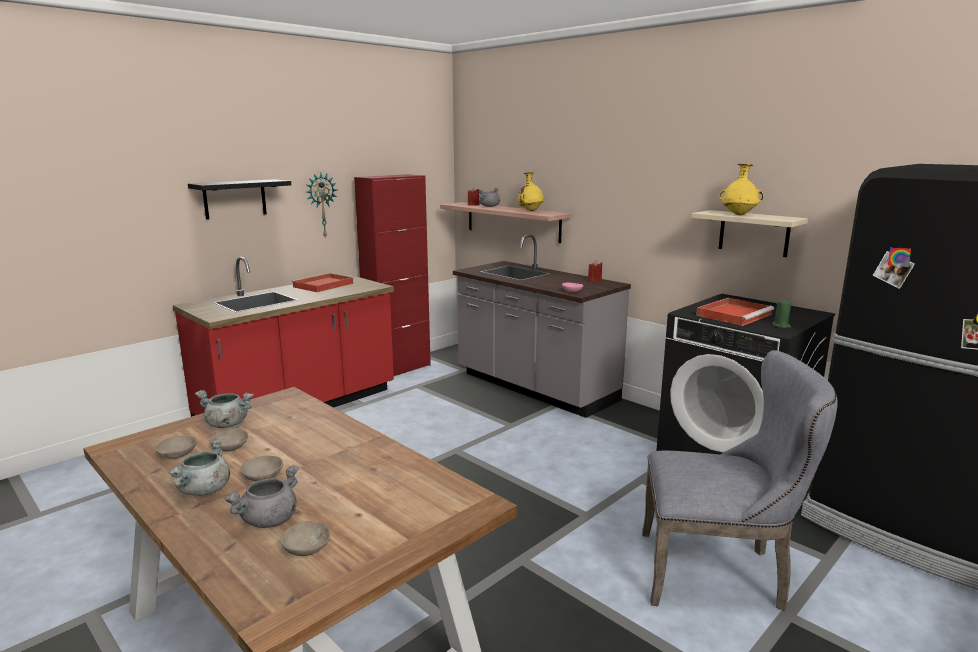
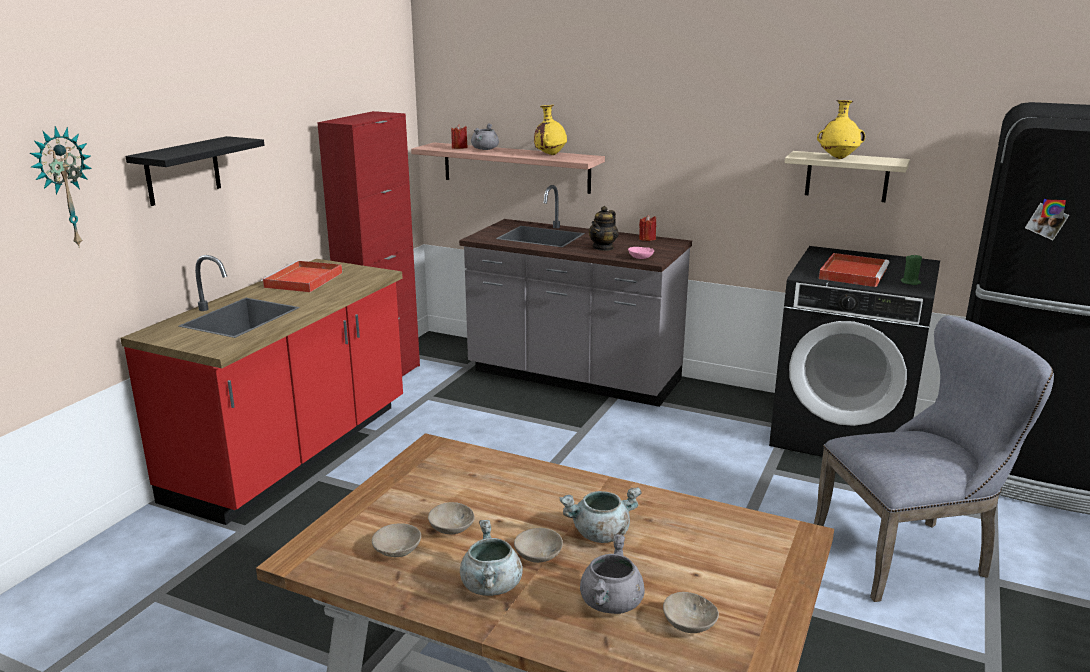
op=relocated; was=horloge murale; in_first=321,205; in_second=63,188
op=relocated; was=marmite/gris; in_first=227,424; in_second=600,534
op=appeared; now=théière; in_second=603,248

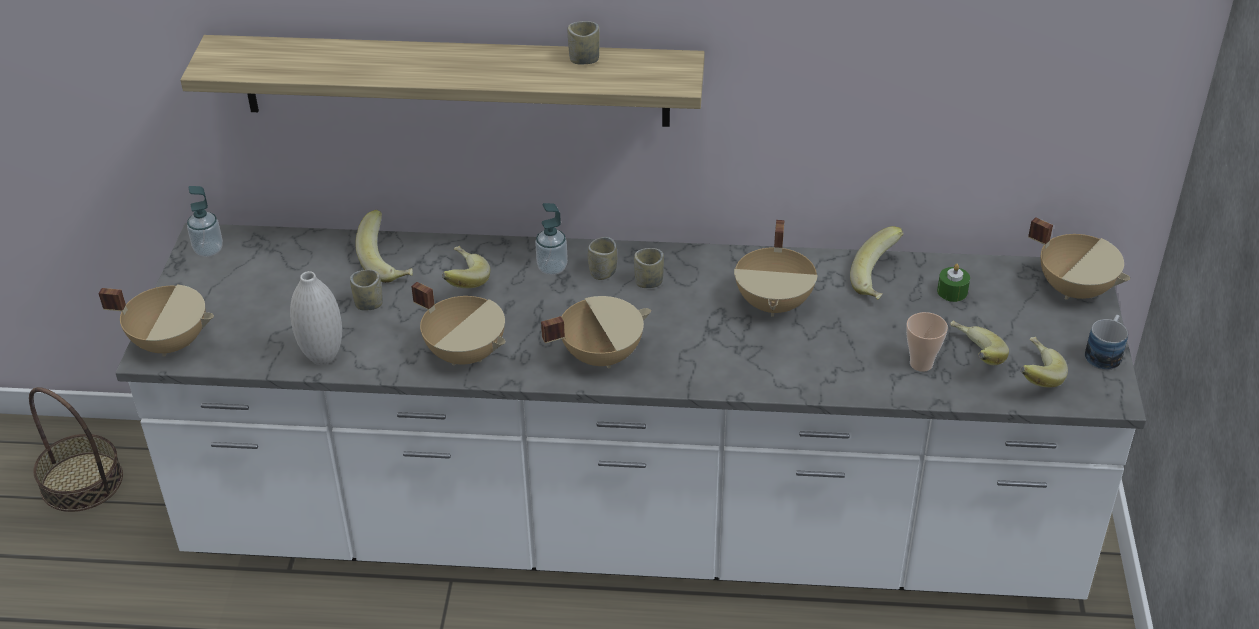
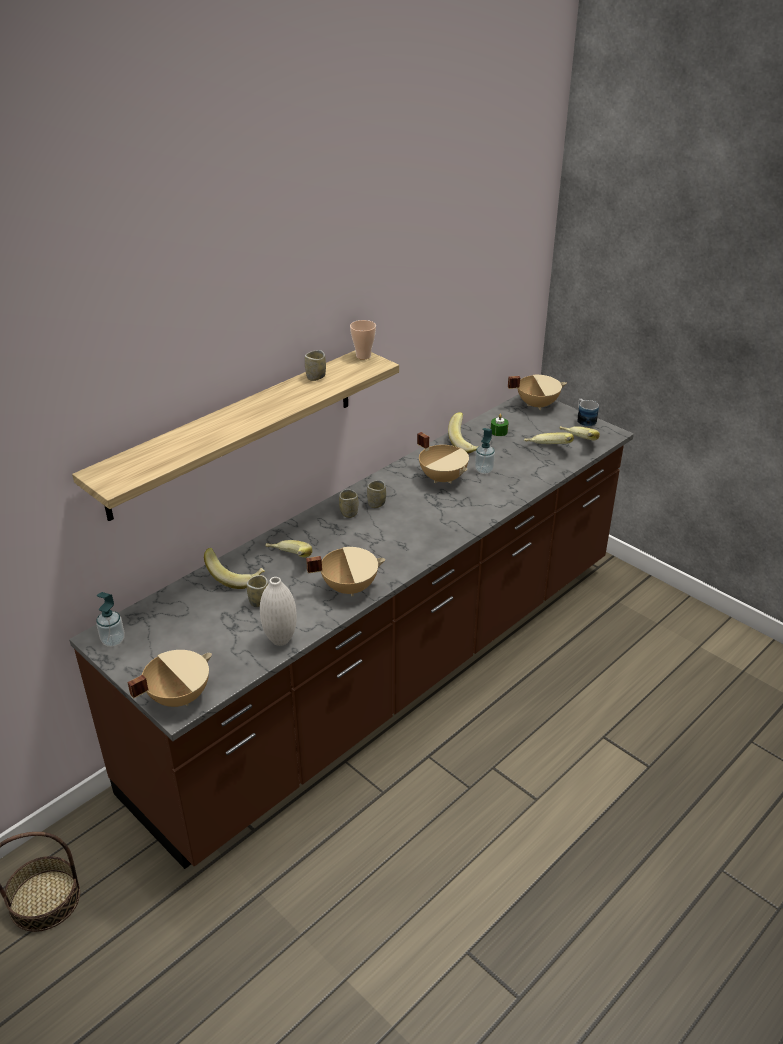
op=relocated; was=distributeur de savon; in_first=552,268; in_second=484,470
op=colour; was=comptoir de cuisine/blanc; now=comptoir de cuisine/marron; in_first=632,527; in_second=391,670
op=missing; was=marmite/beige; in_first=600,355
op=relocated; was=tasse; in_first=921,364; in_second=363,356

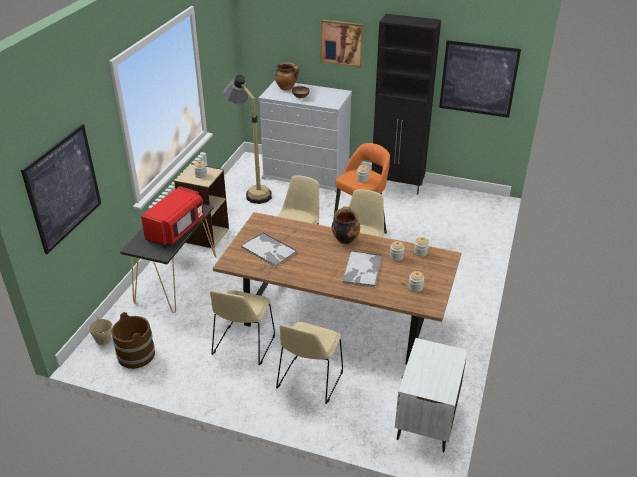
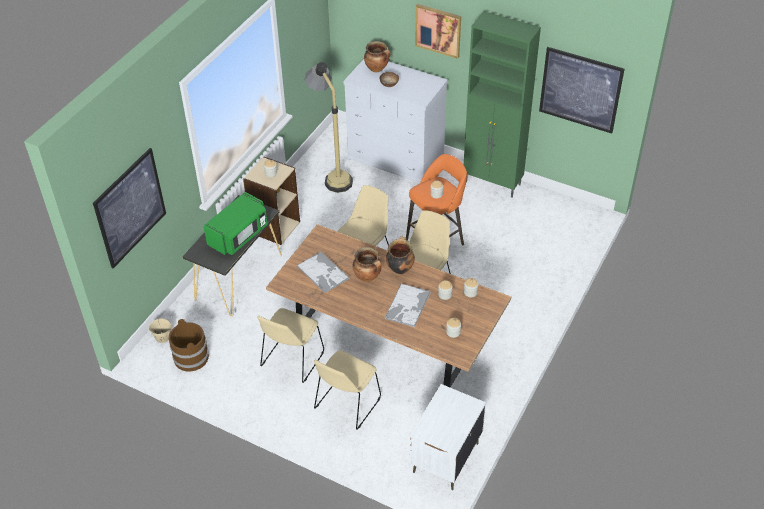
op=colour; was=meuble de rangement/noir; now=meuble de rangement/vert; in_first=398,186; in_second=493,183
op=colour; was=micro-ondes/rouge; now=micro-ondes/vert; in_first=176,229; in_second=239,236
op=appeared; now=marmite; in_second=368,277

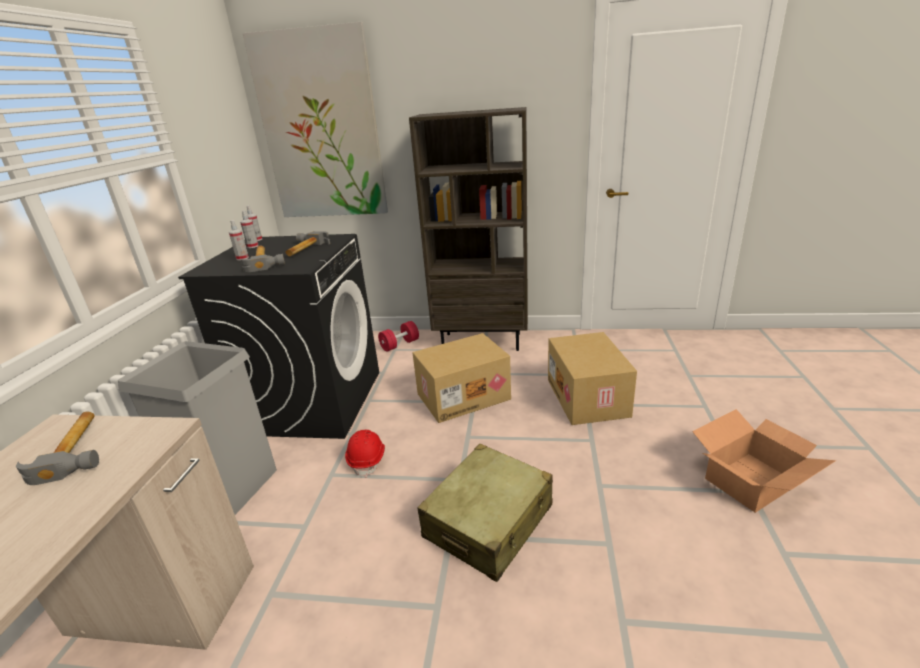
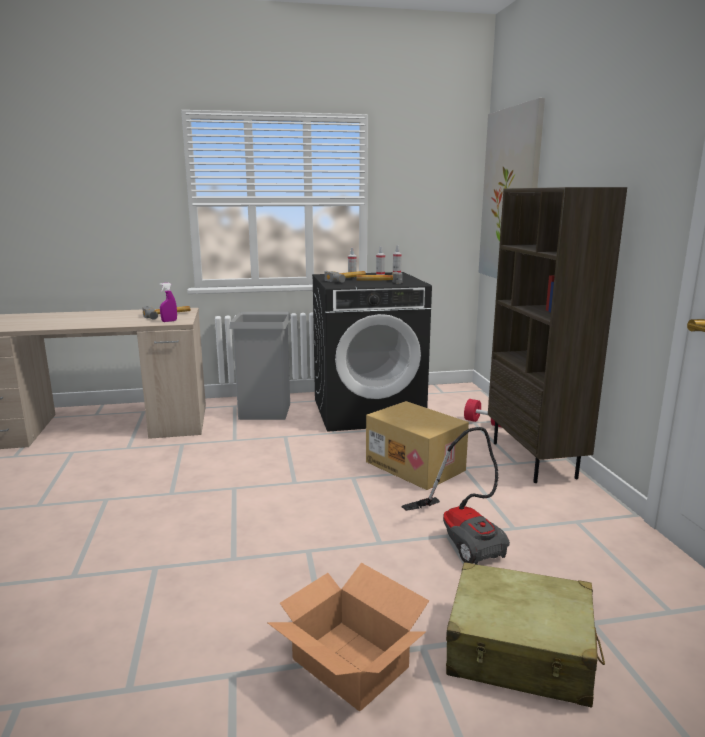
op=exchanged; was=carton; now=aspirateur; in_first=588,398; in_second=463,536
op=missing; was=casque de chantier/rouge; in_first=367,459
op=relocated; was=valise/beige; in_first=489,522; in_second=520,651
op=appeared; now=vaporisateur/violet; in_second=169,321

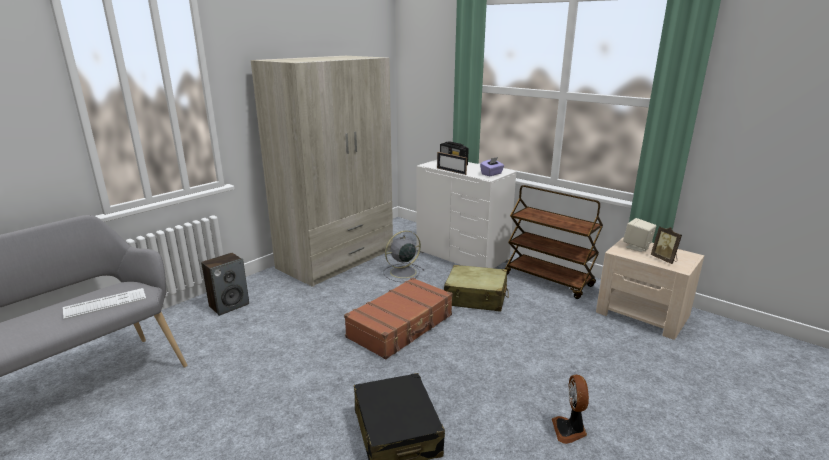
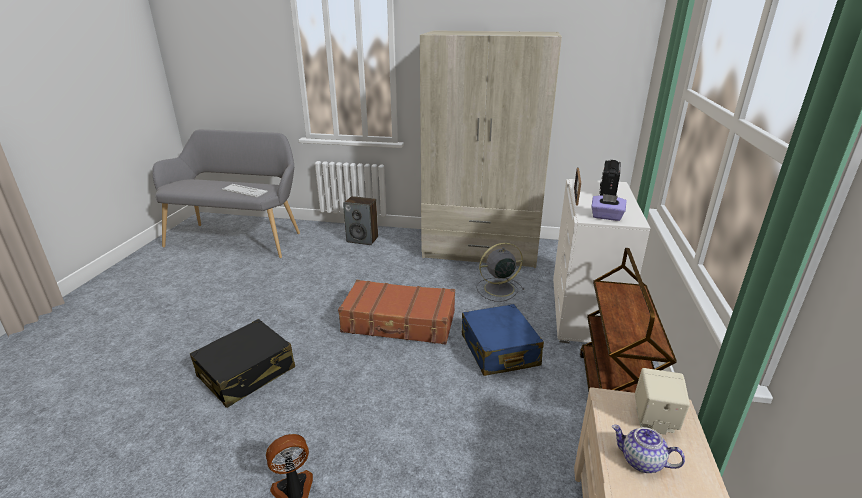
op=exchanged; was=cadre photo; now=théière; in_first=664,259; in_second=641,461
op=spun; was=ventilateur/gris; in_first=402,272; in_second=497,289; clockwise=-45
op=colour; was=valise/beige; now=valise/bleu; in_first=476,297; in_second=499,350

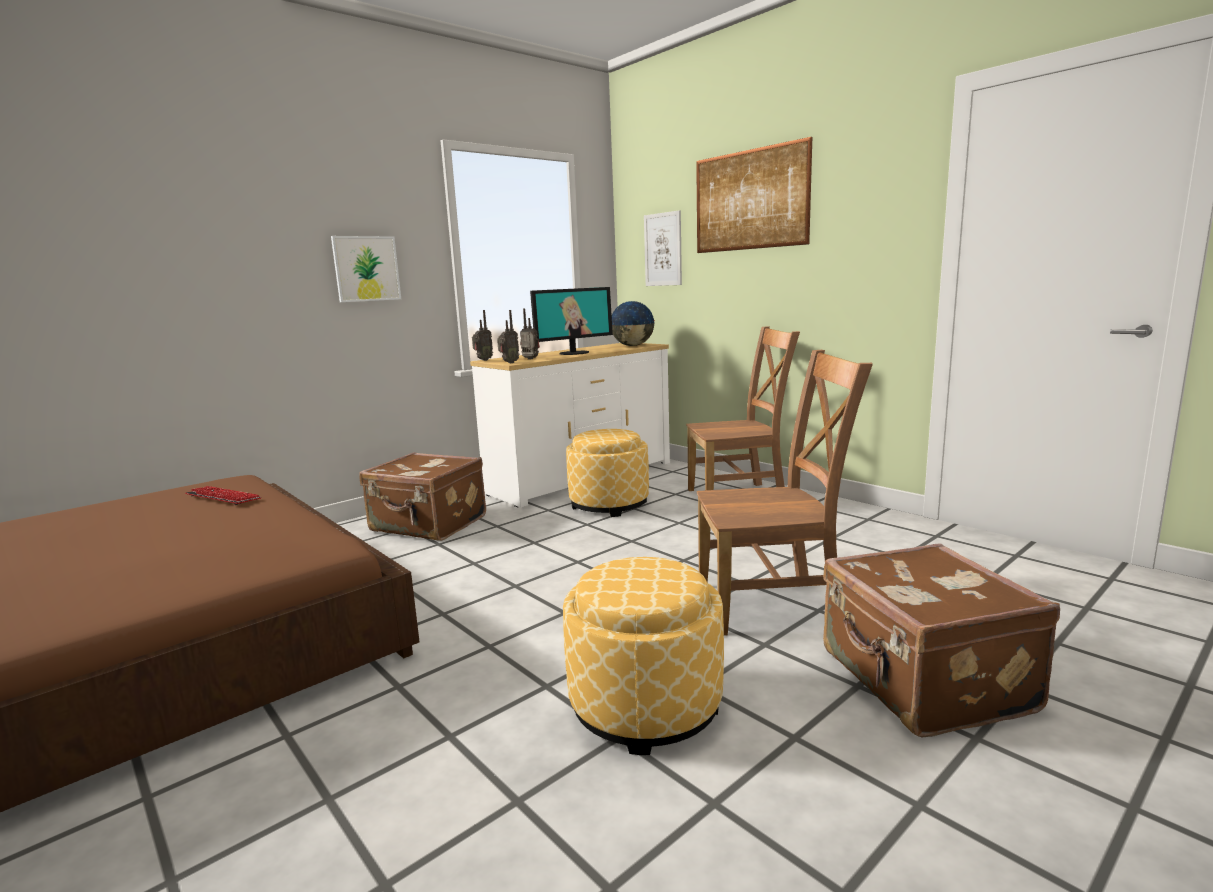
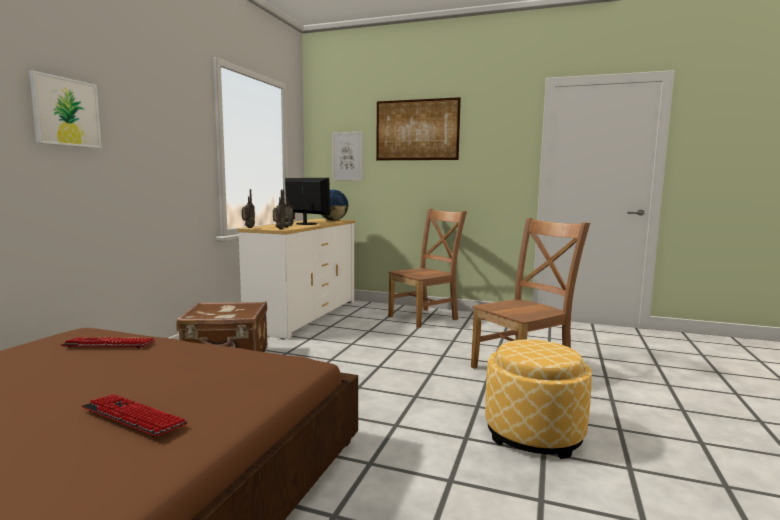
op=relocated; was=tableau; in_first=366,269; in_second=66,112
op=spun; was=écran d'ordinateur; in_first=574,353; in_second=306,224; clockwise=-75
op=missing; was=pouf; in_first=609,504
op=missing; was=valise/marron; in_first=922,682
op=appeared; now=clavier; in_second=133,417

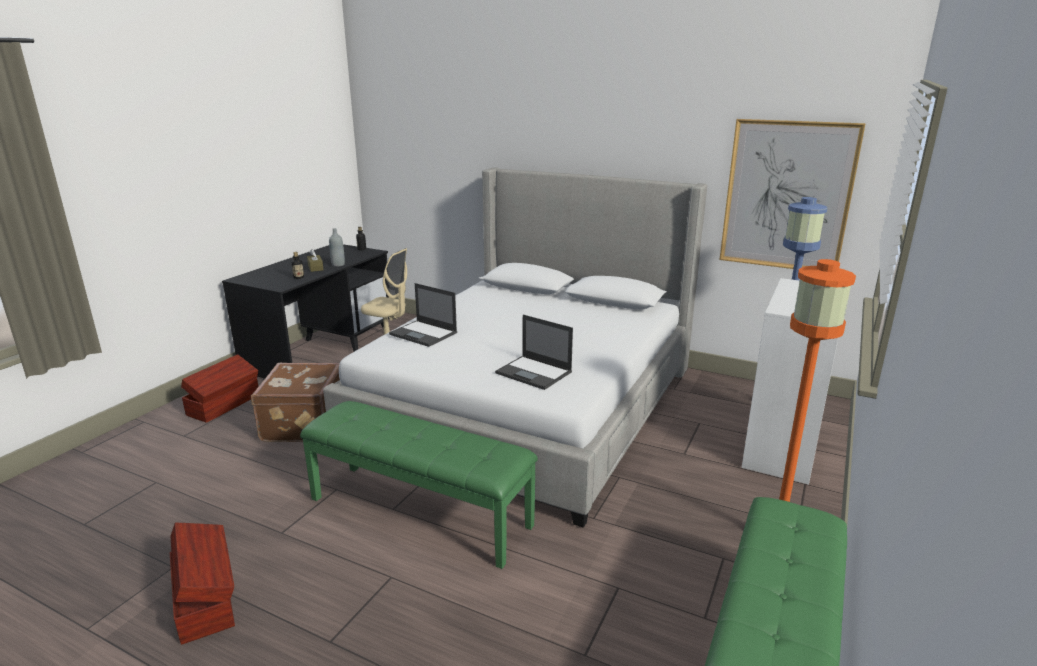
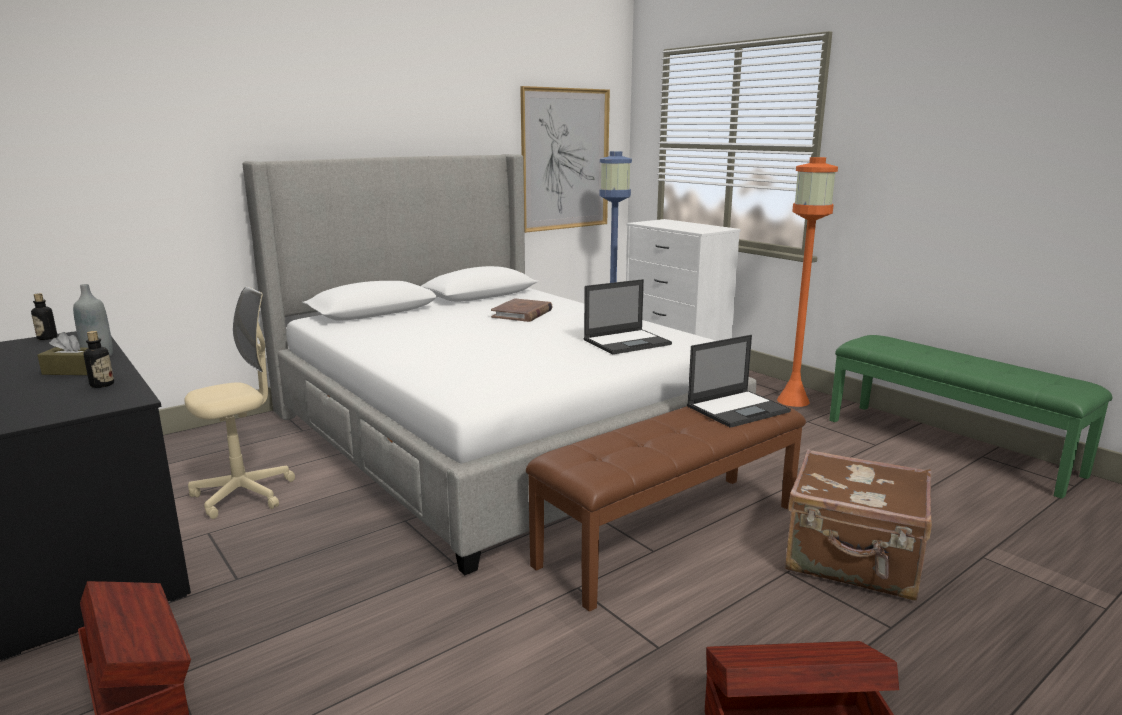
op=relocated; was=ordinateur portable; in_first=424,334; in_second=738,408
op=relocated; was=valise/marron; in_first=302,424; in_second=853,561
op=colour; was=banc/vert; now=banc/marron; in_first=421,511; in_second=670,534
op=appeared; now=livre/marron; in_second=522,313

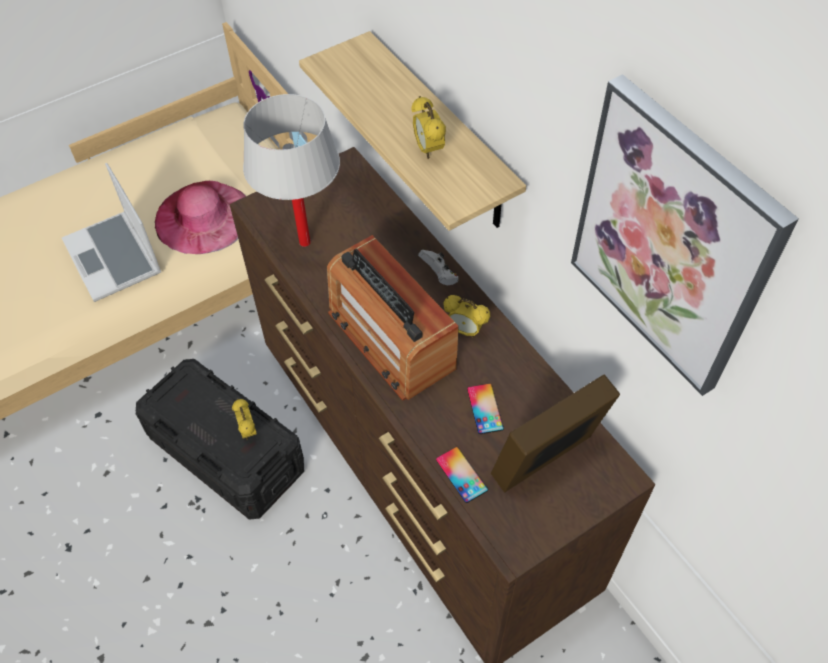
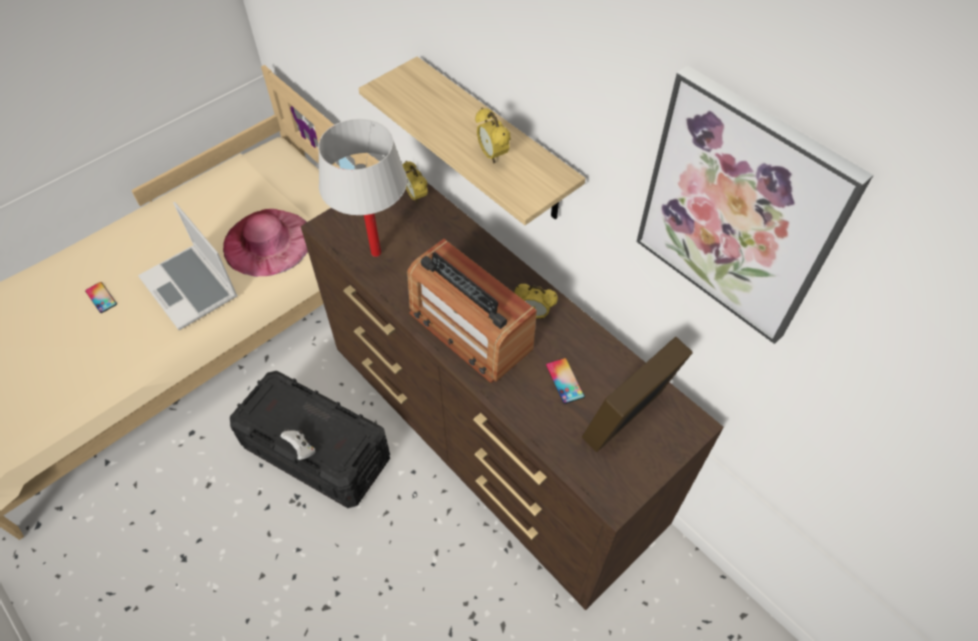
op=relocated; was=manette/blanc; in_first=439,276; in_second=301,448
op=relocated; was=réveil; in_first=248,431; in_second=416,197
op=relocated; was=téléphone; in_first=461,474; in_second=101,297

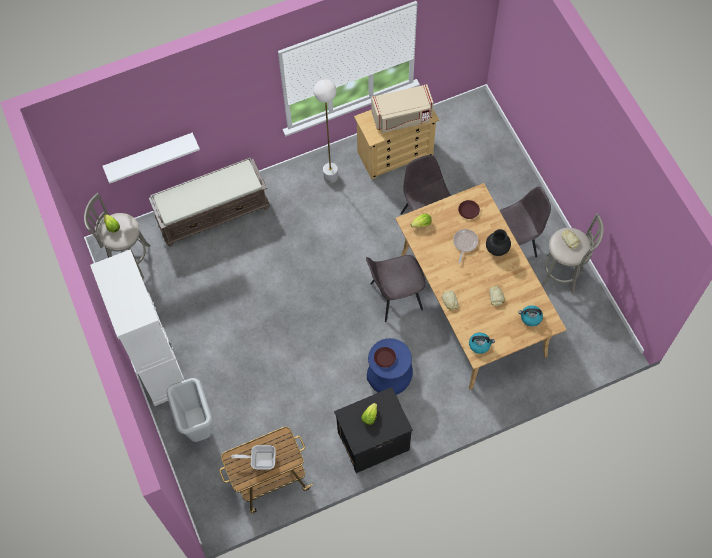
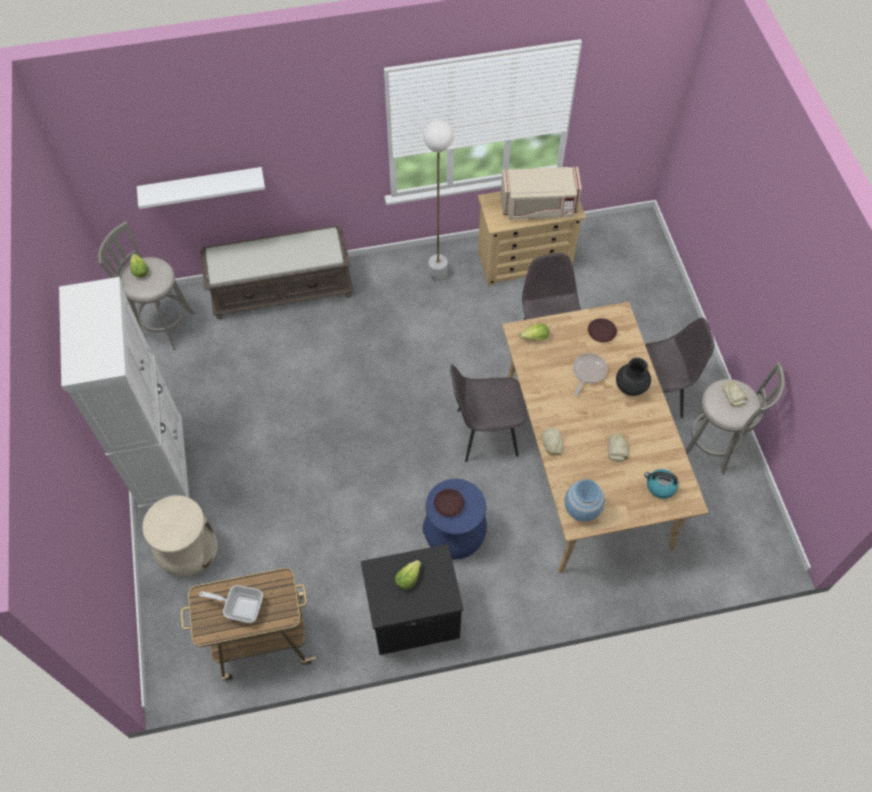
op=exchanged; was=bouilloire; now=vase/bleu; in_first=480,345; in_second=581,509
op=exchanged; was=poubelle/gris; now=tabouret/beige; in_first=198,427; in_second=187,549

